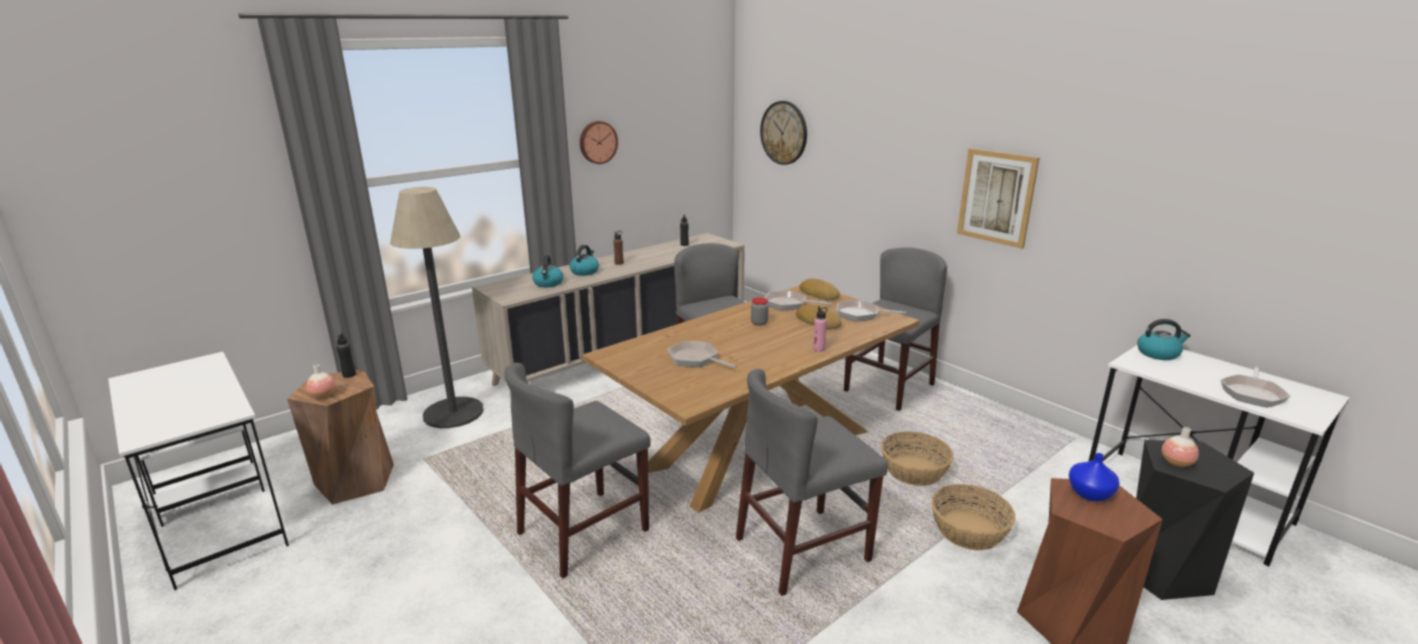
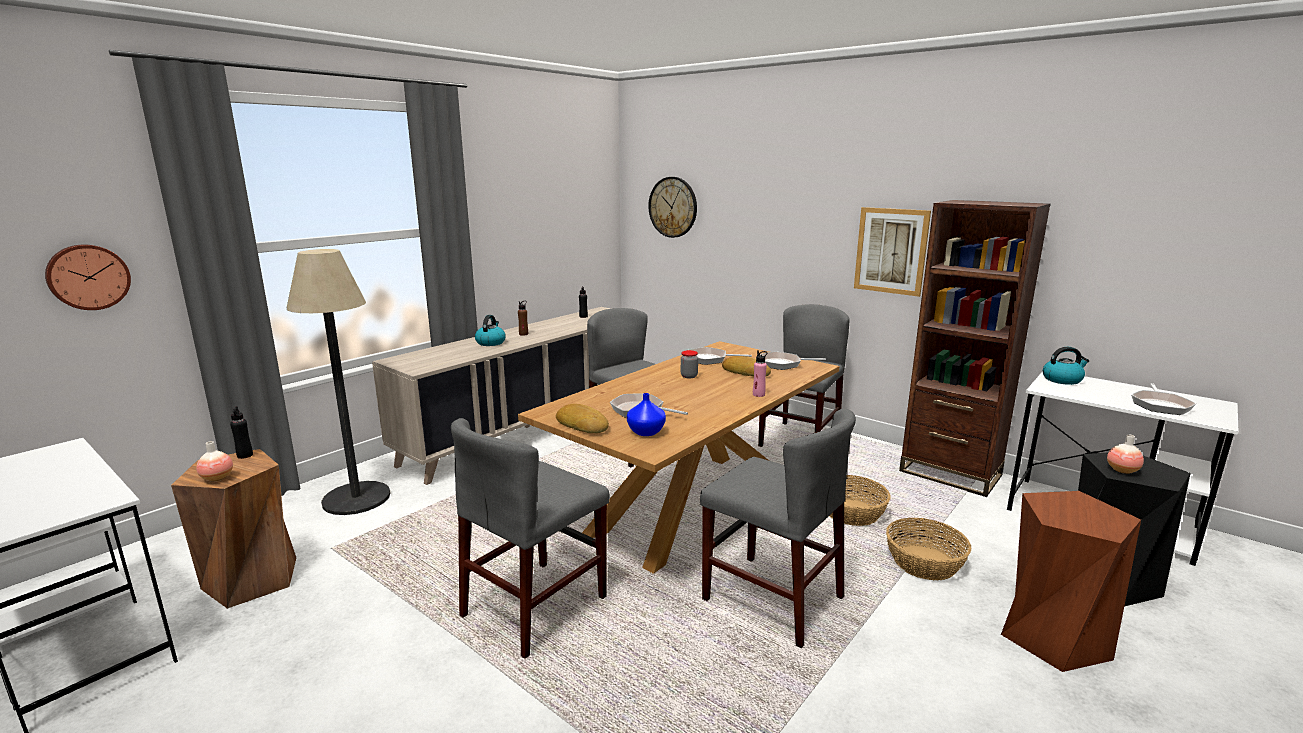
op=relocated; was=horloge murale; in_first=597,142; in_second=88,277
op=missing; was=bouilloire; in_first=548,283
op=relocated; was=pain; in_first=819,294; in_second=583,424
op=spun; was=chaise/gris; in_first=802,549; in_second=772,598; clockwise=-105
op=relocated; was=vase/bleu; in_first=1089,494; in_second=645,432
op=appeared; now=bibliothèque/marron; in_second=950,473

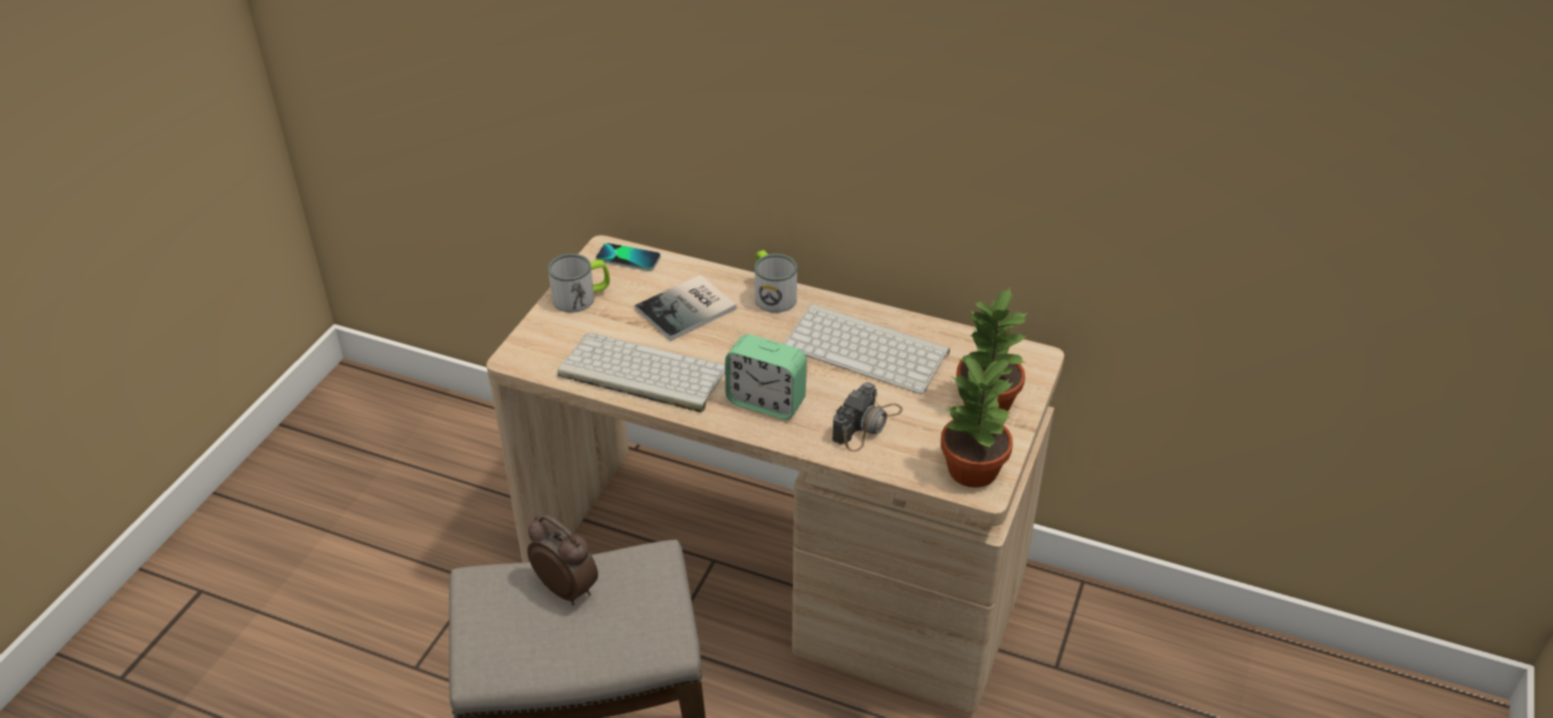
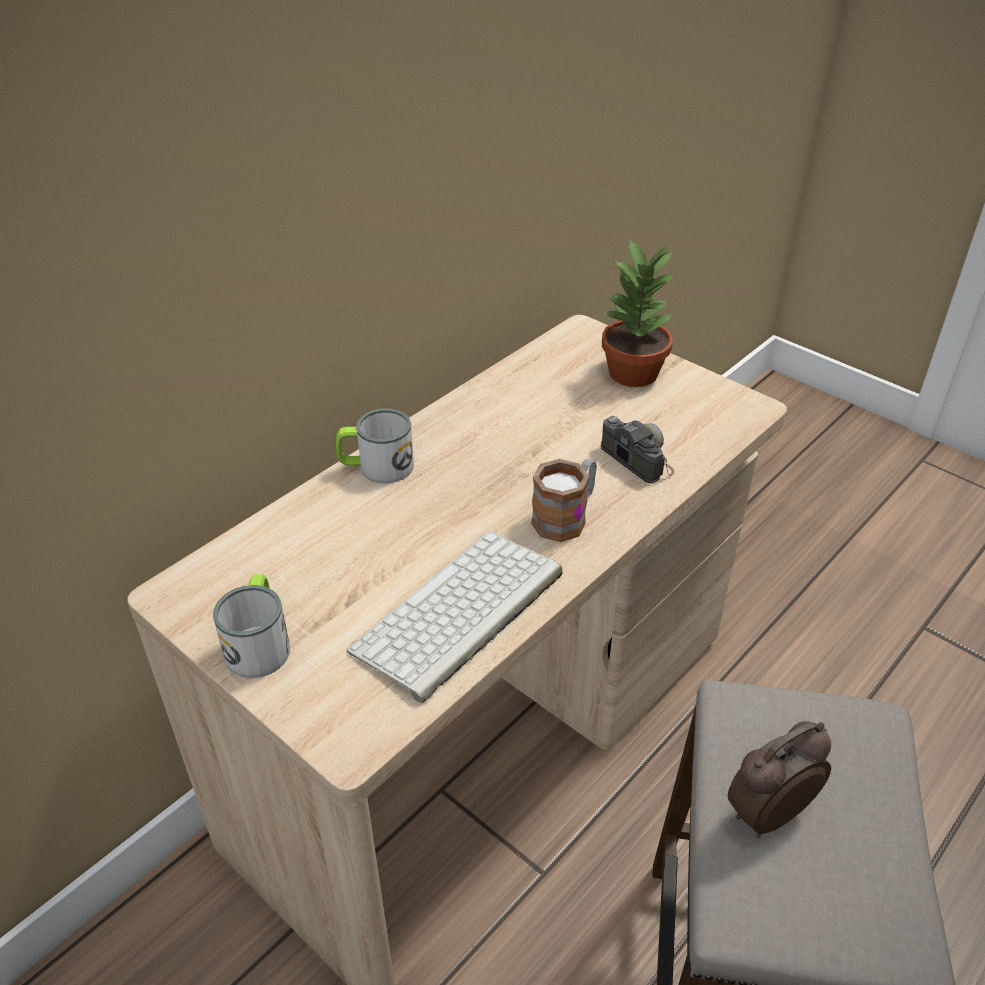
op=missing; was=téléphone; in_first=628,258
op=missing; was=livre; in_first=689,309
op=missing; was=clavier; in_first=869,349
op=exchanged; was=réveil; now=mug; in_first=766,402; in_second=566,517
op=missing; was=plante en pot; in_first=973,470

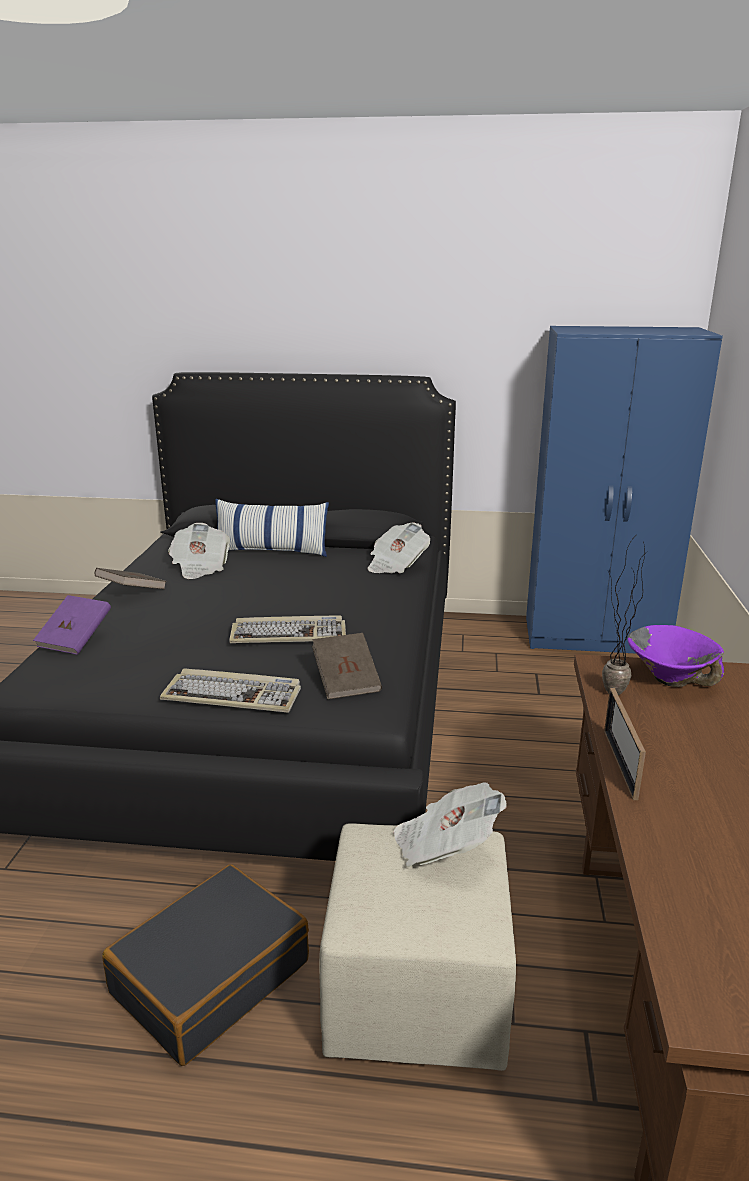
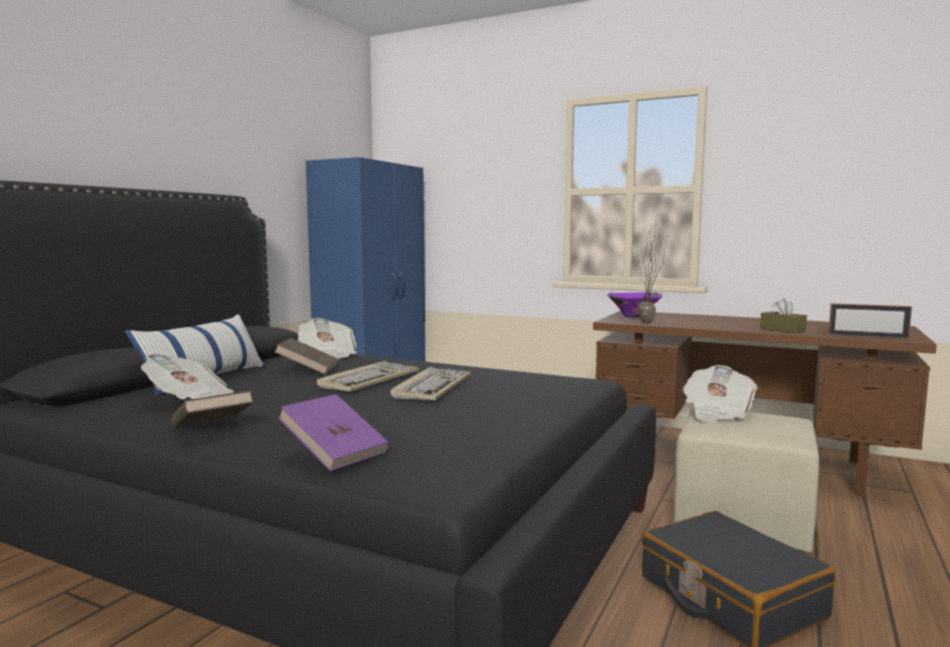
op=relocated; was=livre/marron; in_first=346,681; in_second=308,370
op=relocated; was=clavier; in_first=234,695; in_second=369,380
op=relocated; was=cadre photo; in_first=620,763; in_second=867,336
op=appeared; now=boîte à mouchoirs/marron; in_second=782,330

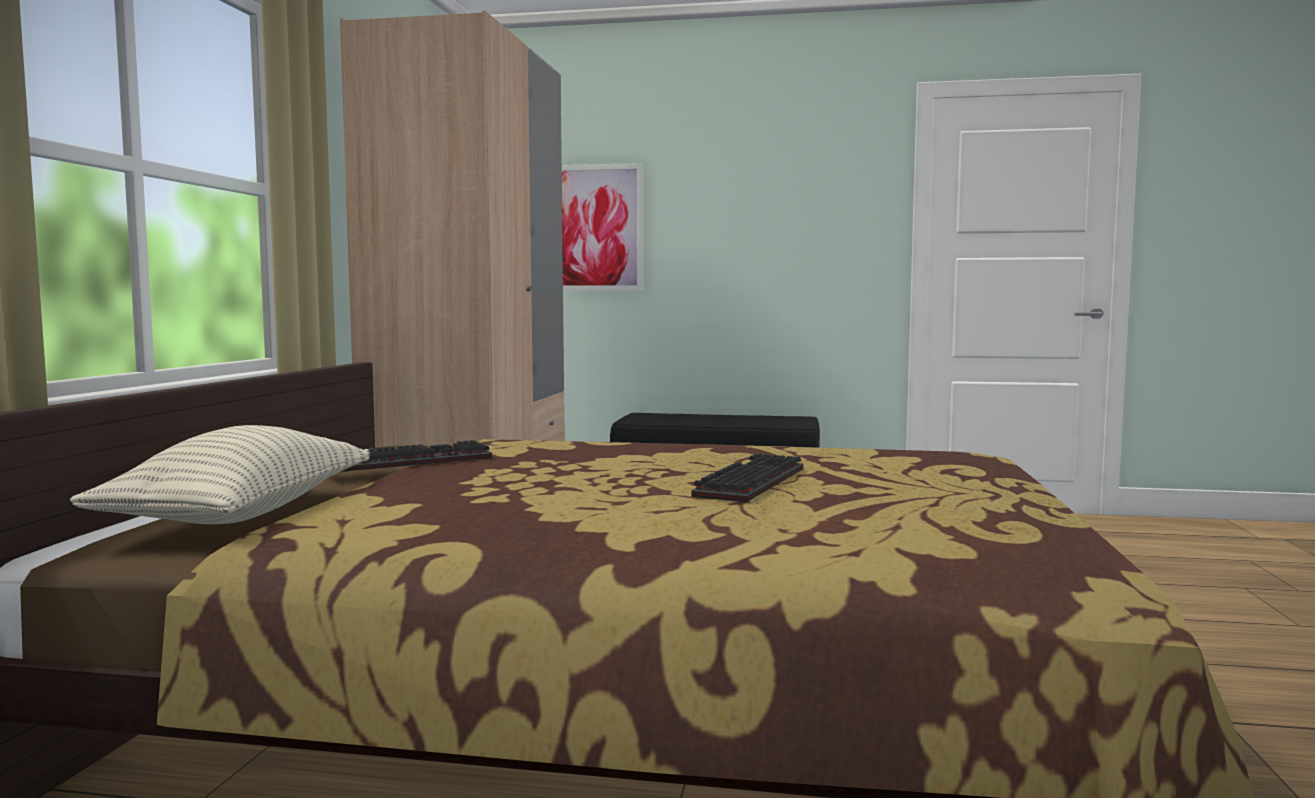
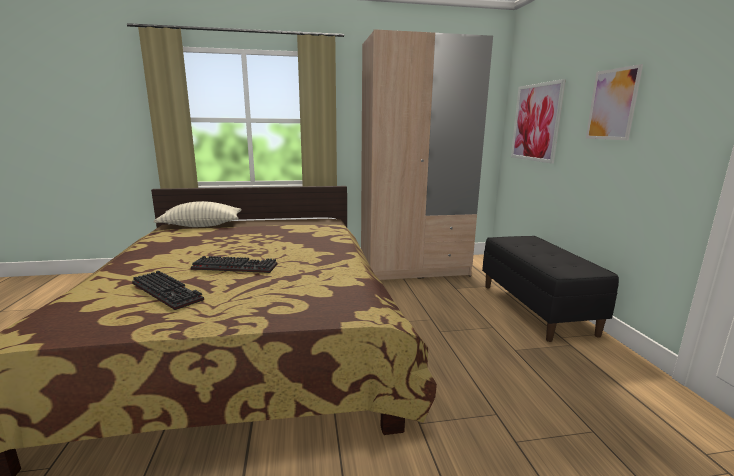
op=relocated; was=clavier; in_first=410,461; in_second=169,291
op=appeared; now=tableau; in_second=612,104

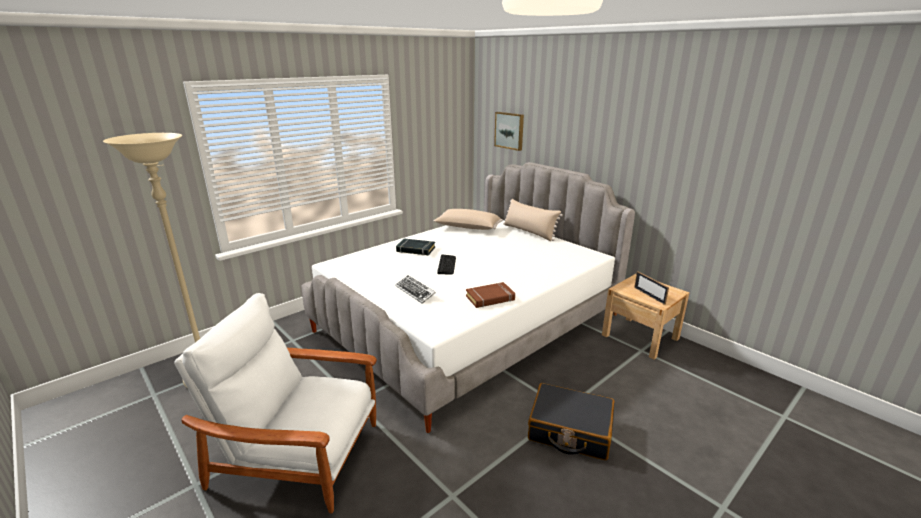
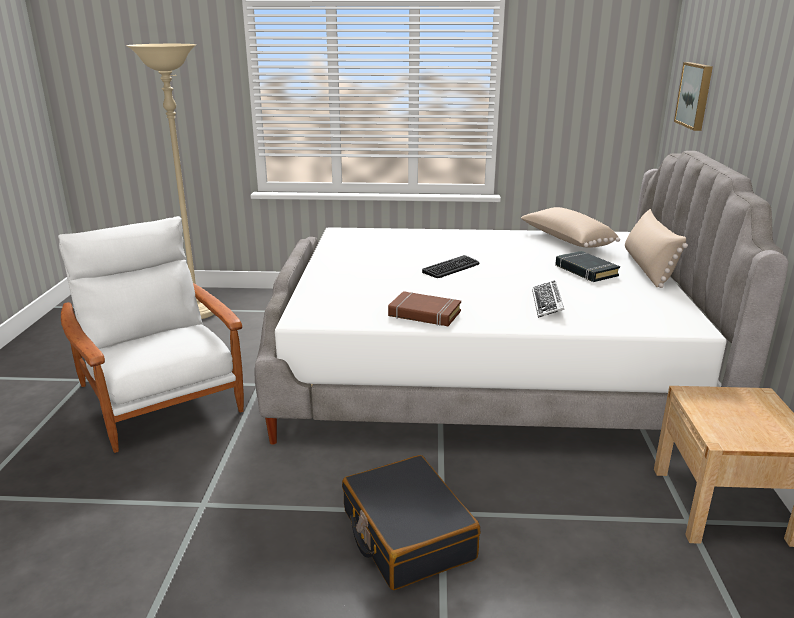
op=relocated; was=livre/noir; in_first=415,250; in_second=585,271
op=missing; was=cadre photo; in_first=649,295
op=relocated; was=clavier; in_first=415,292; in_second=547,303

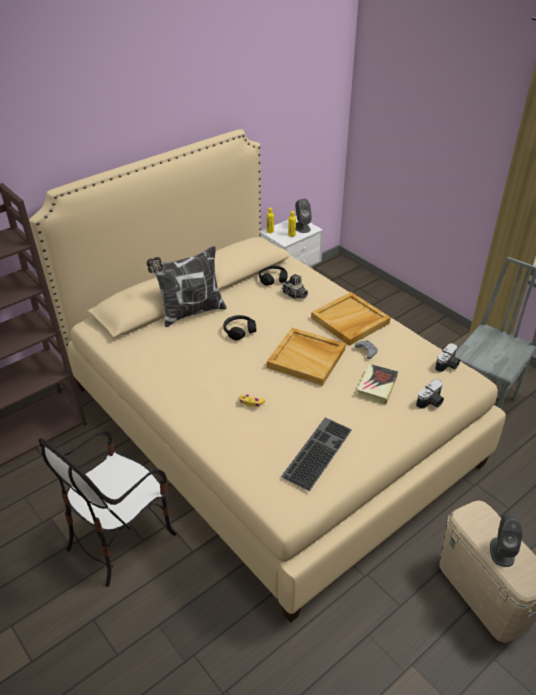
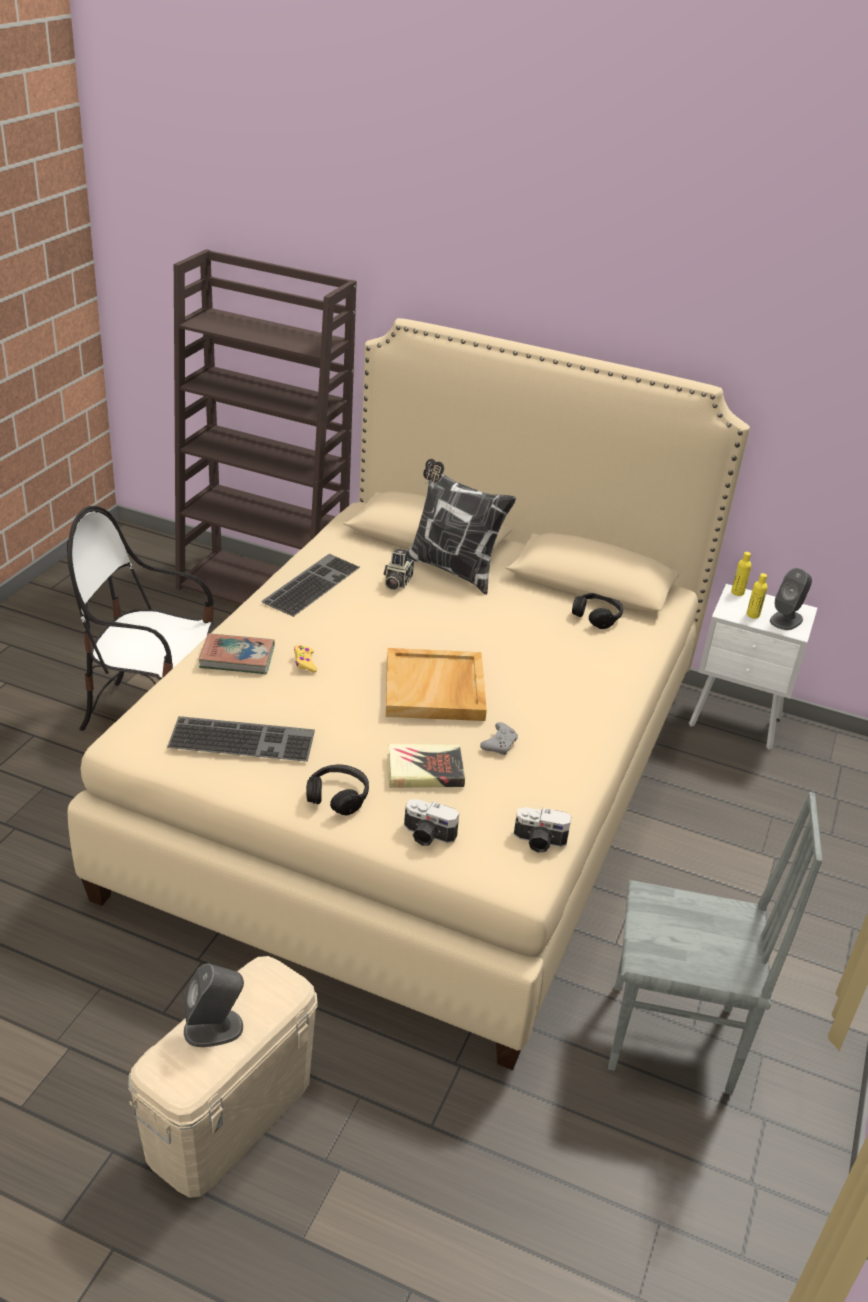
op=relocated; was=appareil photo; in_first=295,295; in_second=396,582
op=missing; was=plateau/beige; in_first=350,321
op=relocated; was=casque audio/noir; in_first=239,331; in_second=338,796
op=appeared; now=clavier; in_second=311,583
op=appeared; now=livre; in_second=237,658

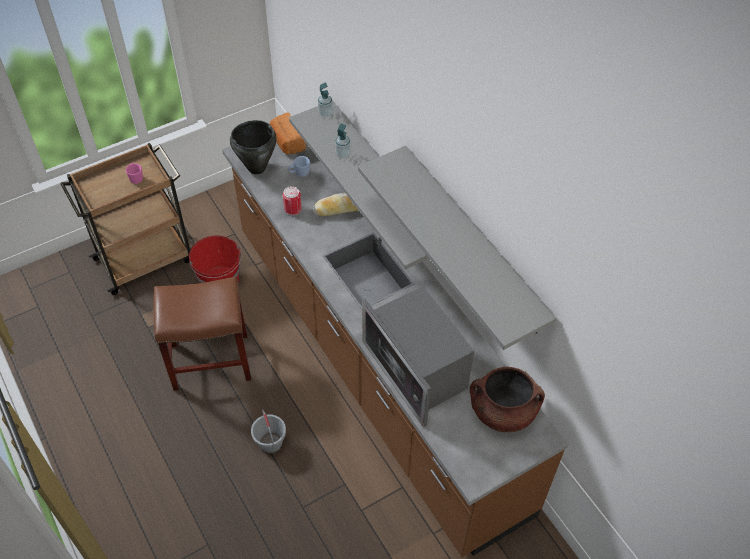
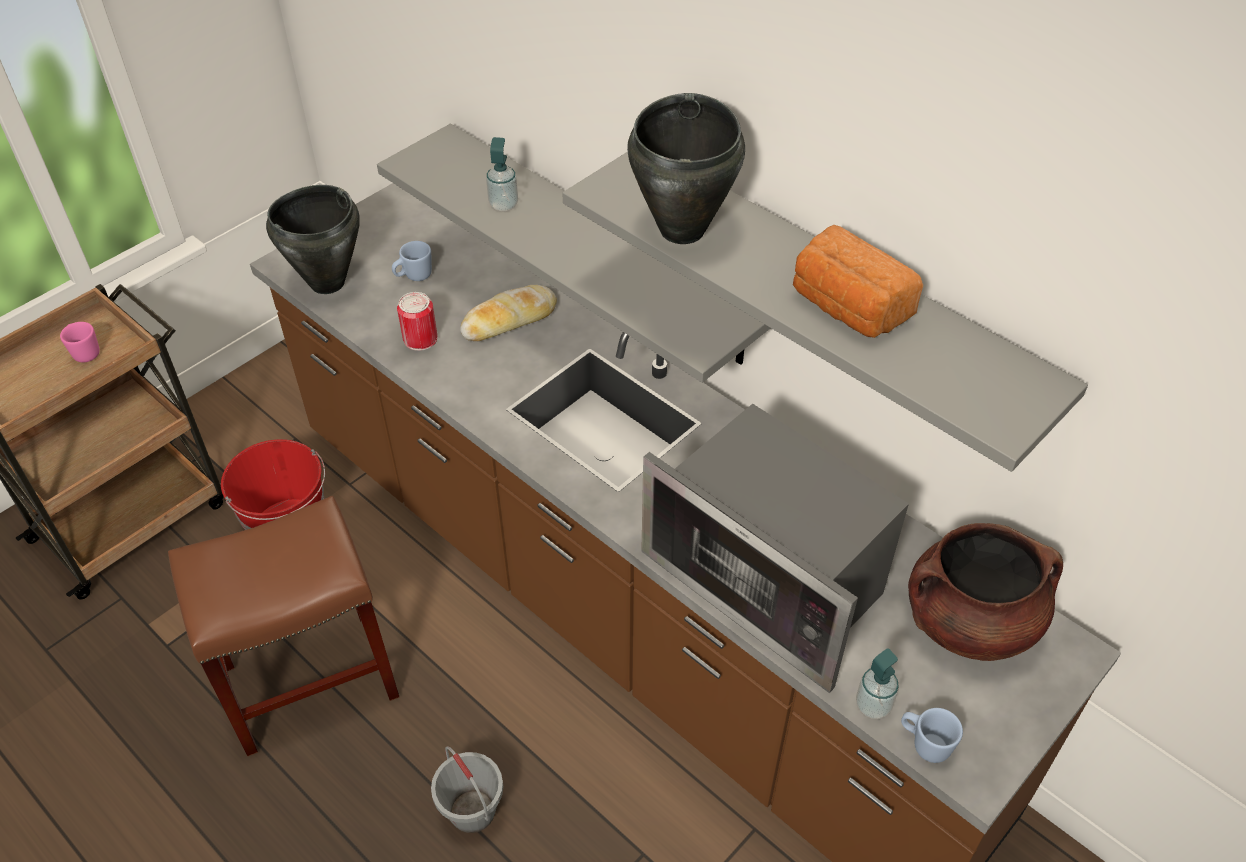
op=relocated; was=distributeur de savon; in_first=325,113; in_second=873,706
op=relocated; was=pain; in_first=287,142; in_second=847,308
op=appeared; now=marmite/noir; in_second=683,229
op=appeared; now=mug/bleu; in_second=924,744

